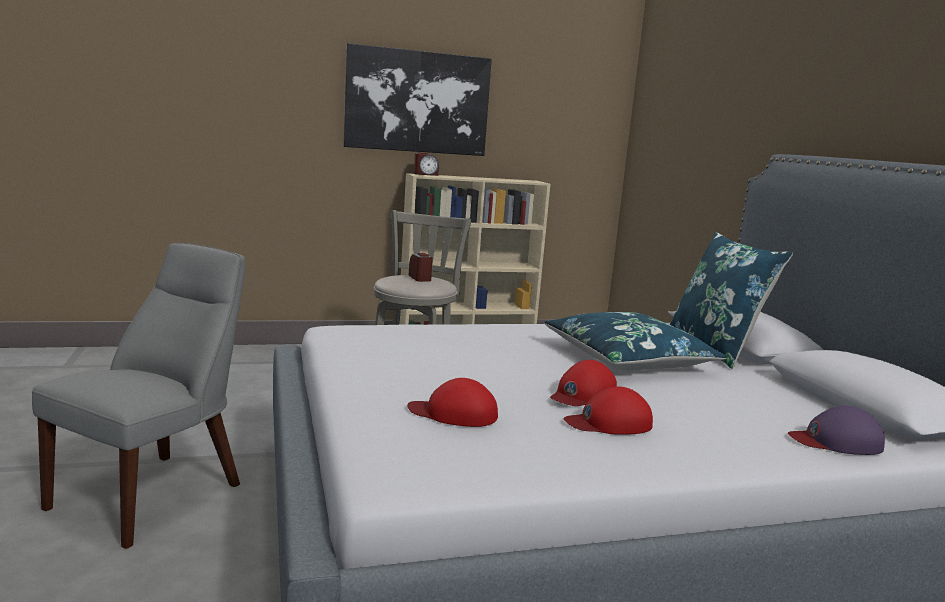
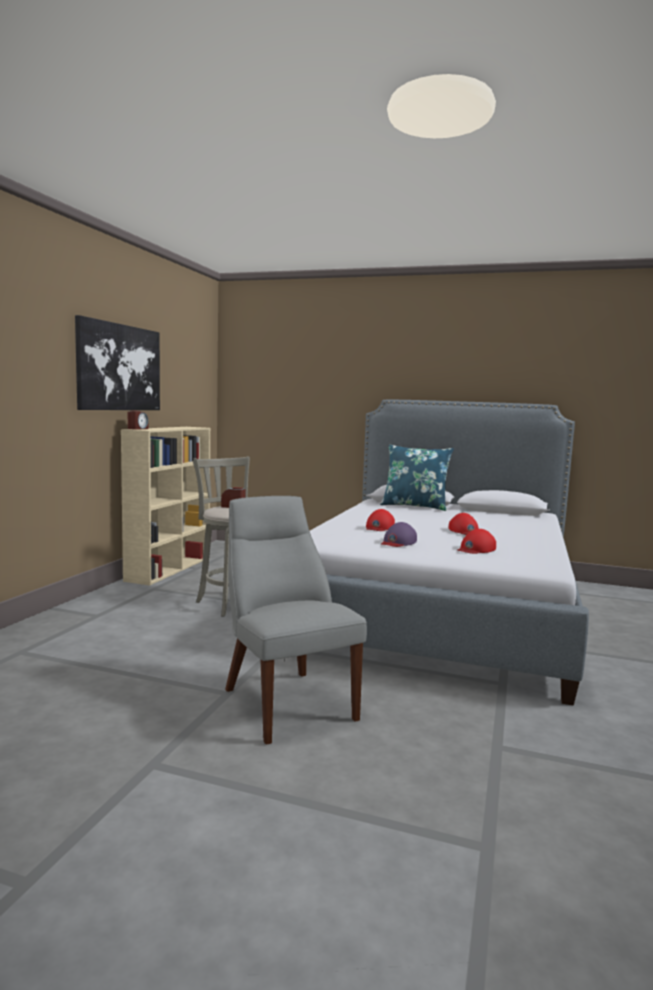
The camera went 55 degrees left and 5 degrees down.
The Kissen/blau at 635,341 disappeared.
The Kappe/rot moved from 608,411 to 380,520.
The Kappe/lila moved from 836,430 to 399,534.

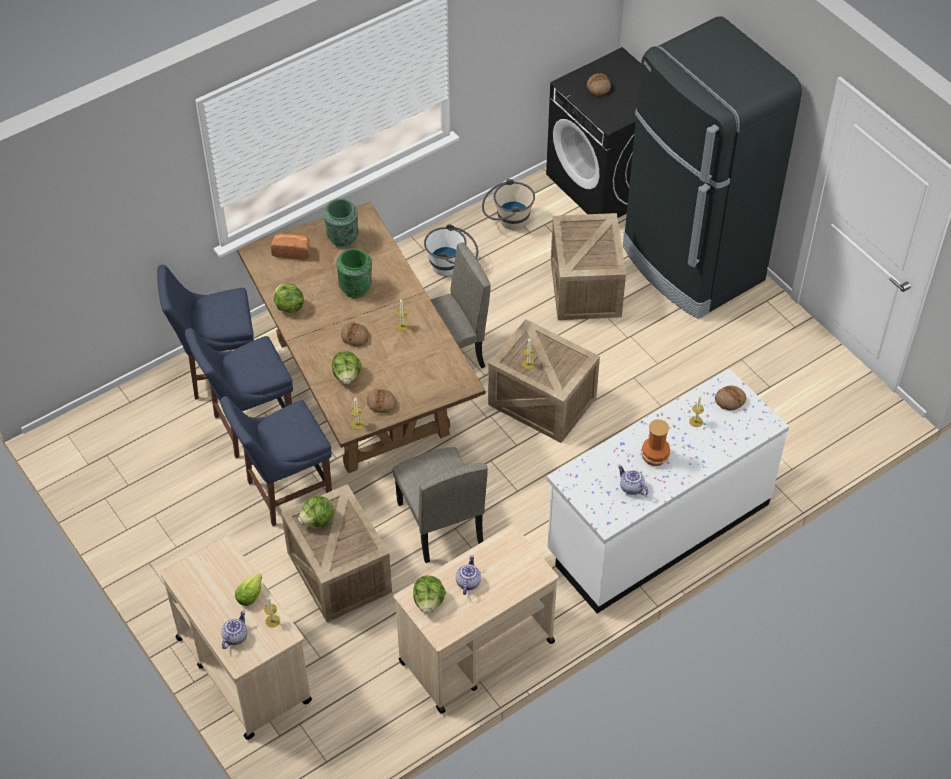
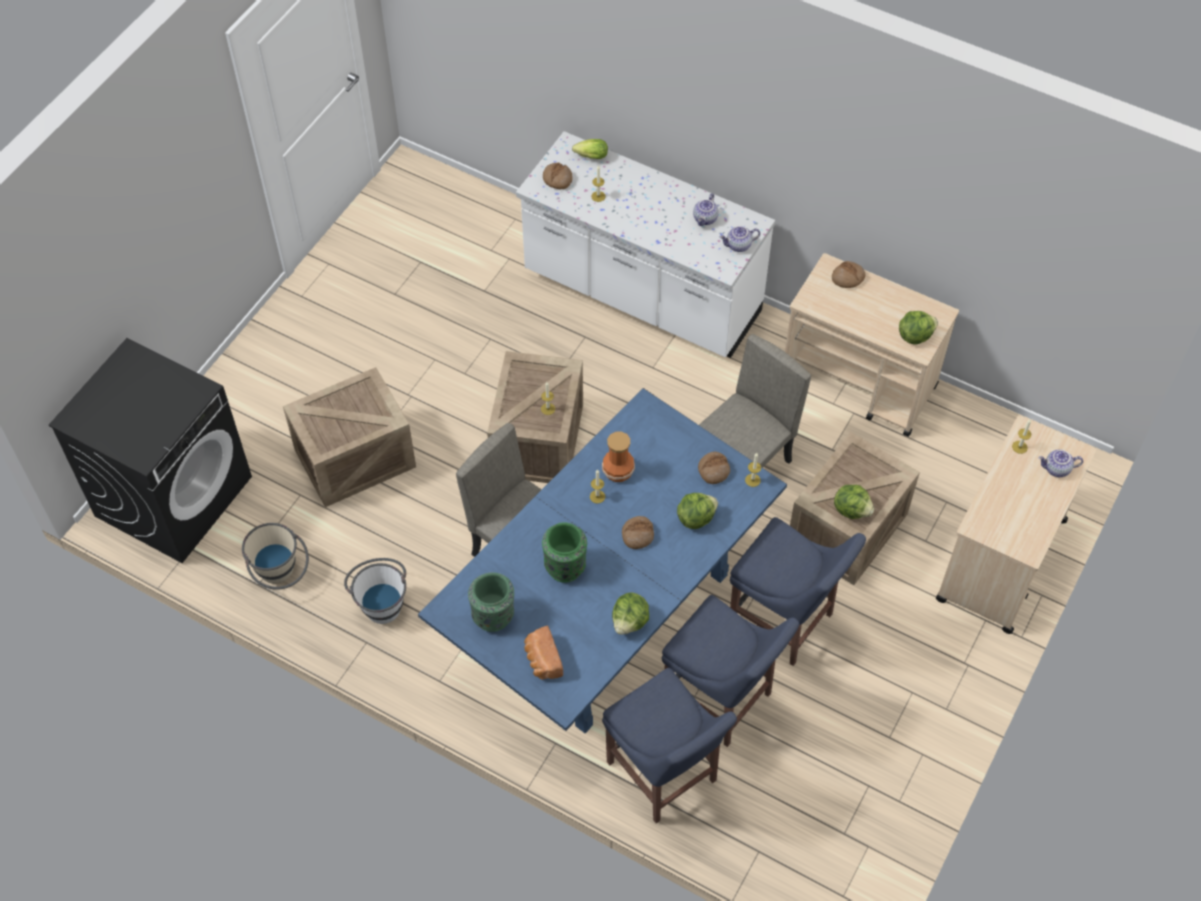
The camera went 115 degrees left and 5 degrees up.
The Kühlschrank/schwarz at 712,167 disappeared.
The Salatkopf moved from 248,589 to 590,149.
The Teekanne moved from 468,575 to 739,239.
The Brot moved from 599,84 to 848,274.
The Vase moved from 656,442 to 618,457.
The Esstisch/braun at 361,337 became the Esstisch/blau at 602,560.

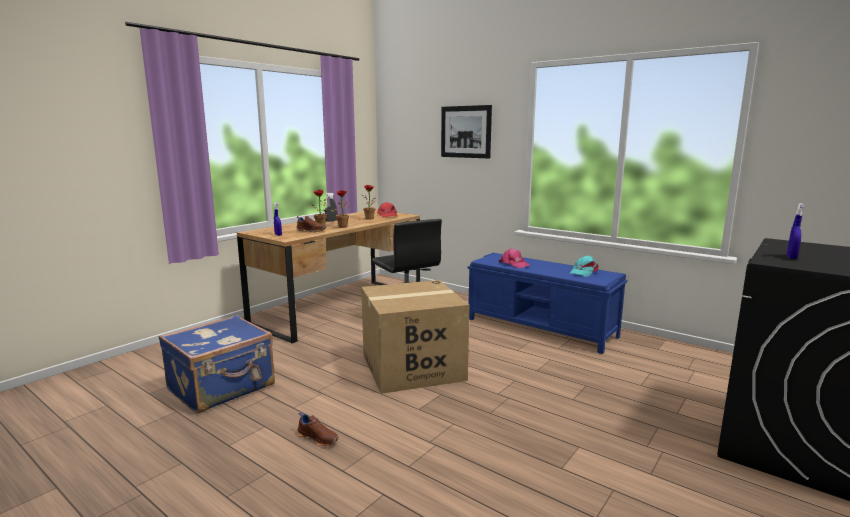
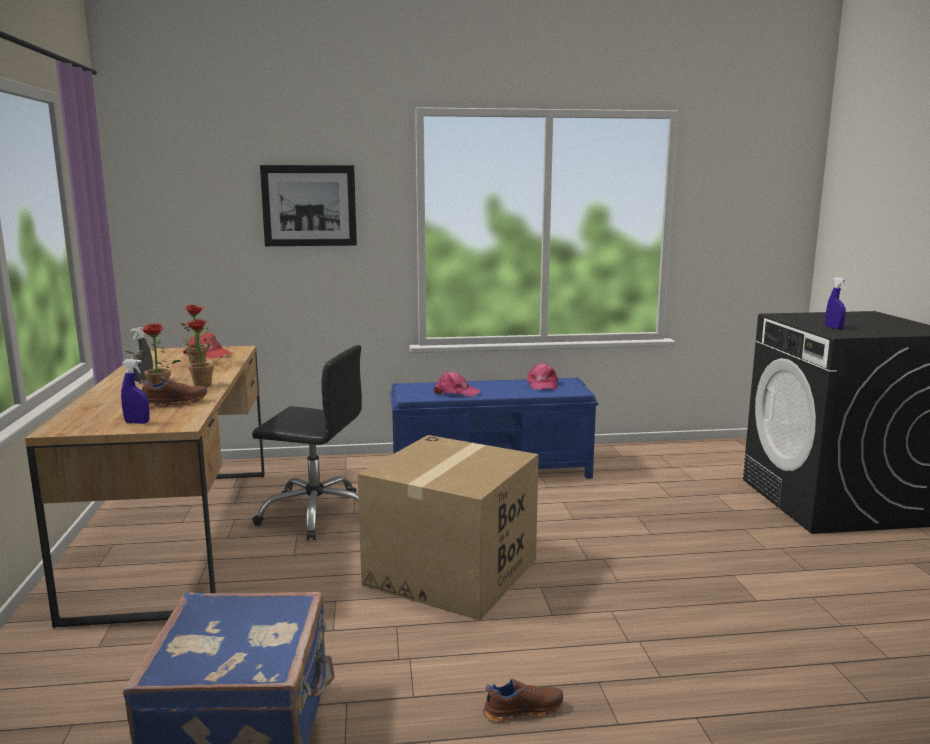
The camera went 45 degrees left and 0 degrees up.
The Kappe/türkis at 584,266 became the Kappe/rosa at 542,376.

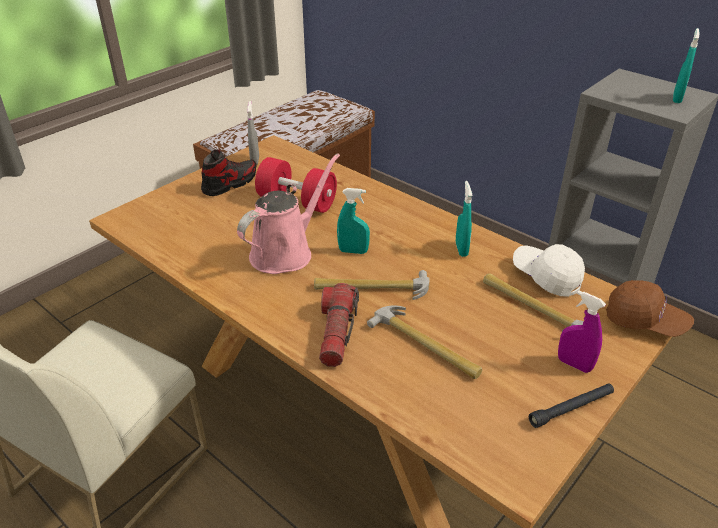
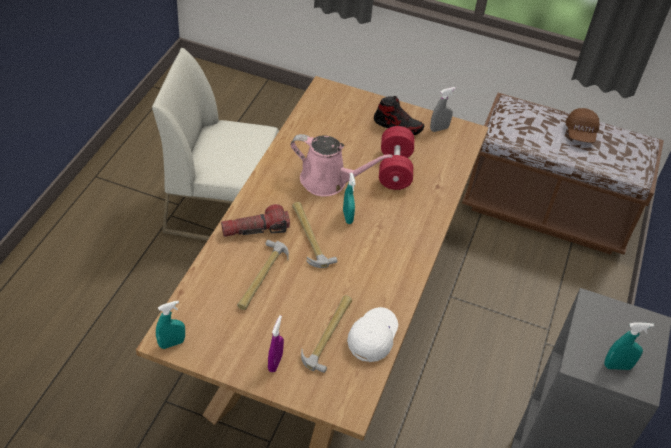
The camera went 65 degrees right and 10 degrees up.
The Taschenlampe/schwarz at 571,405 disappeared.
The Sprühflasche/türkis moved from 464,219 to 170,325.
The Kappe/braun moved from 650,308 to 582,125.

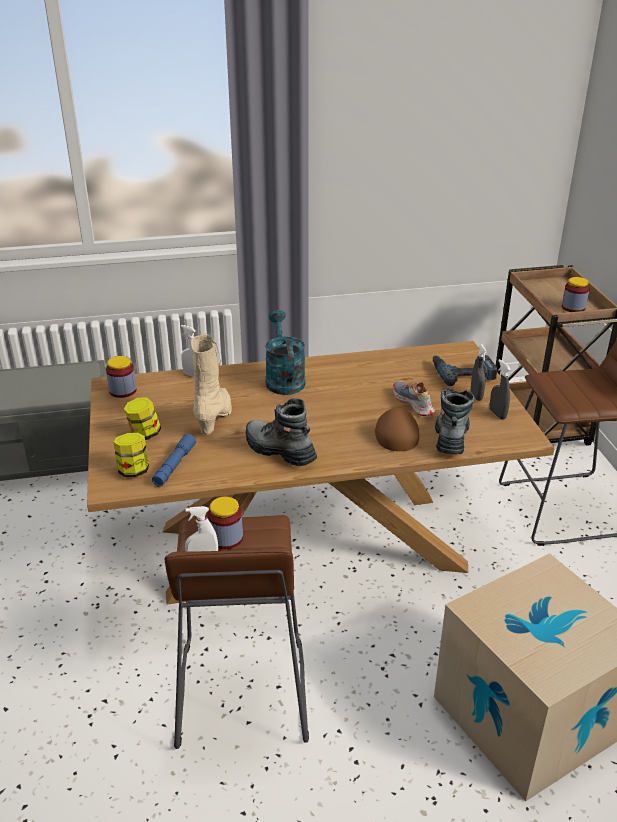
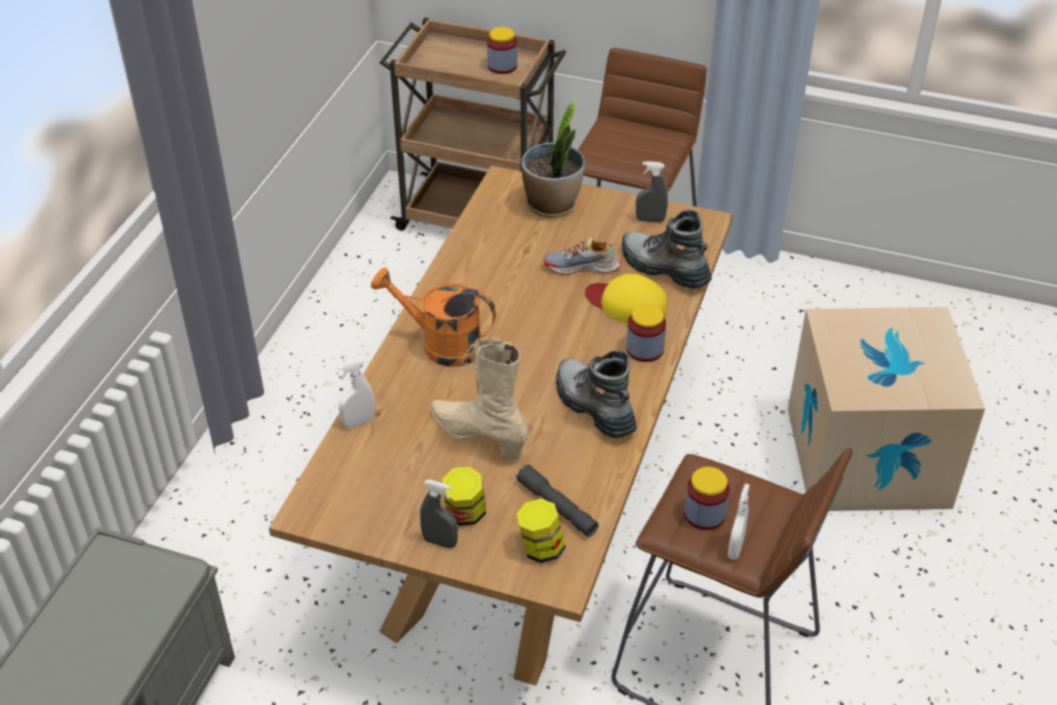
The camera went 60 degrees left and 10 degrees up.
The Vorratsglas moved from 121,377 to 646,333.
The Sprühflasche/grau moved from 479,372 to 439,514.
The Bohrmaschine at 465,370 was replaced by the Topfpflanze at 553,158.
The Taschenlampe/blau at 174,460 became the Taschenlampe/grau at 557,501.
The Gießkanne/türkis at 285,352 became the Gießkanne/orange at 433,317.
The Kappe/braun at 397,429 became the Kappe/gelb at 626,298.
The Stiefel at 281,432 turned 75 degrees clockwise.

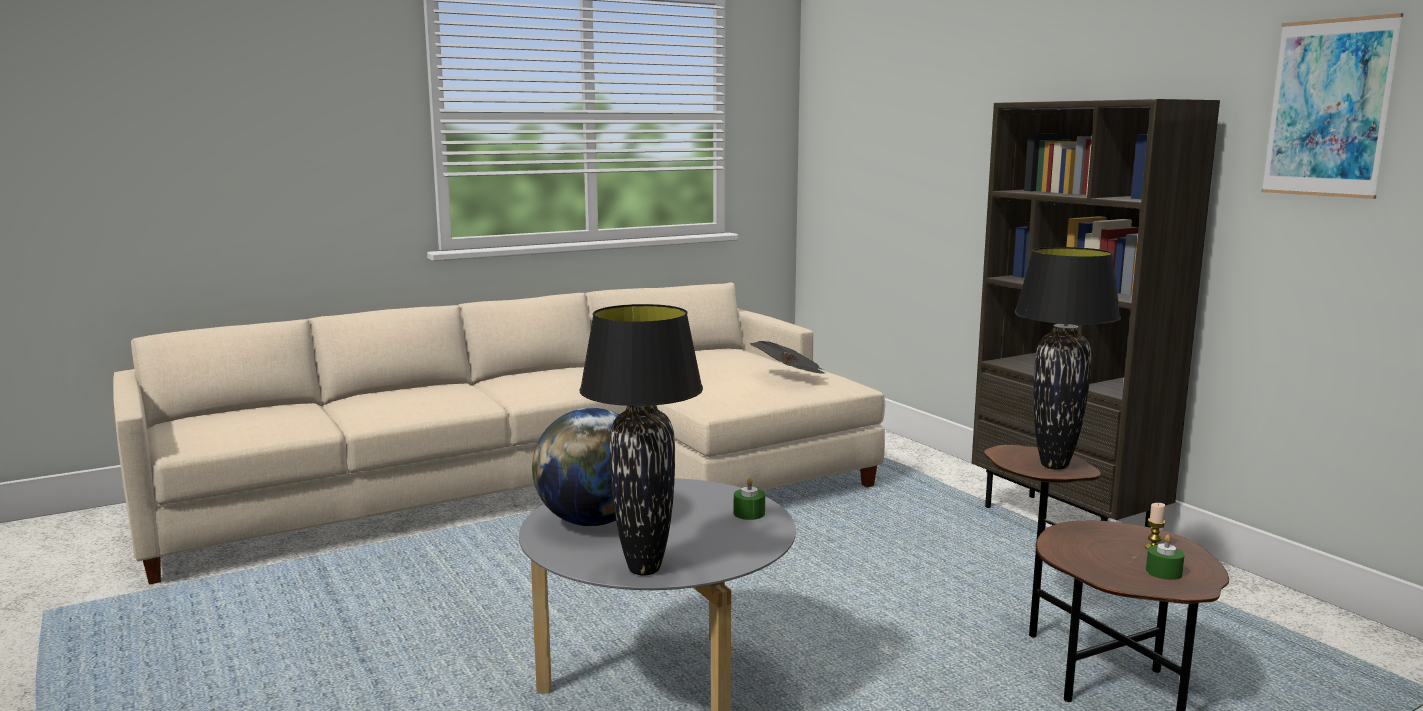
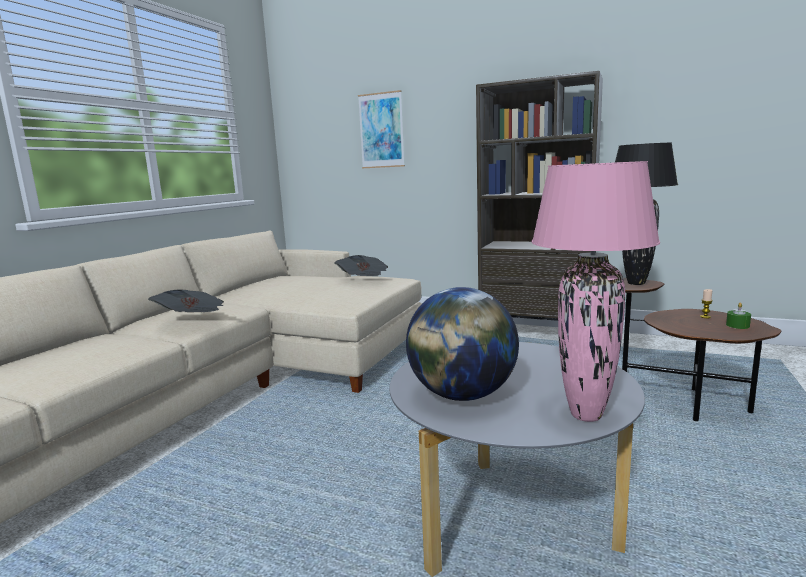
The camera went 35 degrees left and 0 degrees up.
The Kerze/grün at 749,499 disappeared.
The Zeitung at 186,301 appeared.
The Bild moved from 1332,106 to 381,129.
The Tischlampe/schwarz at 641,439 became the Tischlampe/rosa at 596,291.

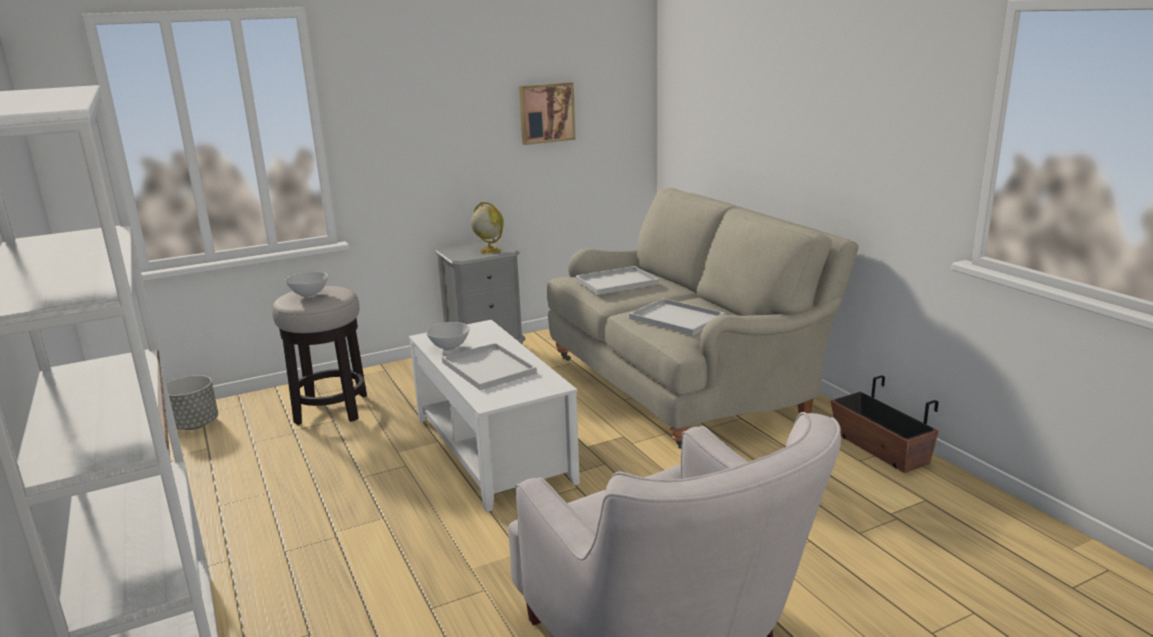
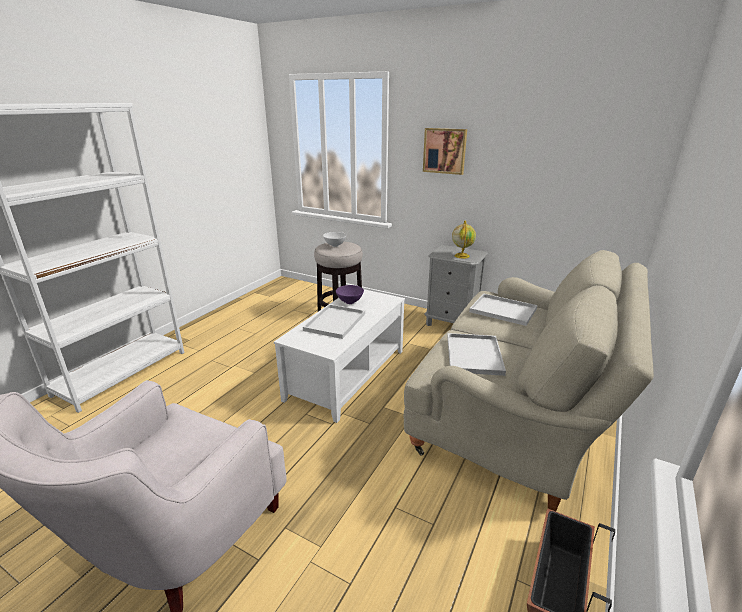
The camera went 55 degrees right and 5 degrees up.
The Pflanzkübel/grau at 192,402 disappeared.
The Bild moved from 547,113 to 445,151.
The Schüssel/weiß at 448,336 became the Schüssel/lila at 350,294.

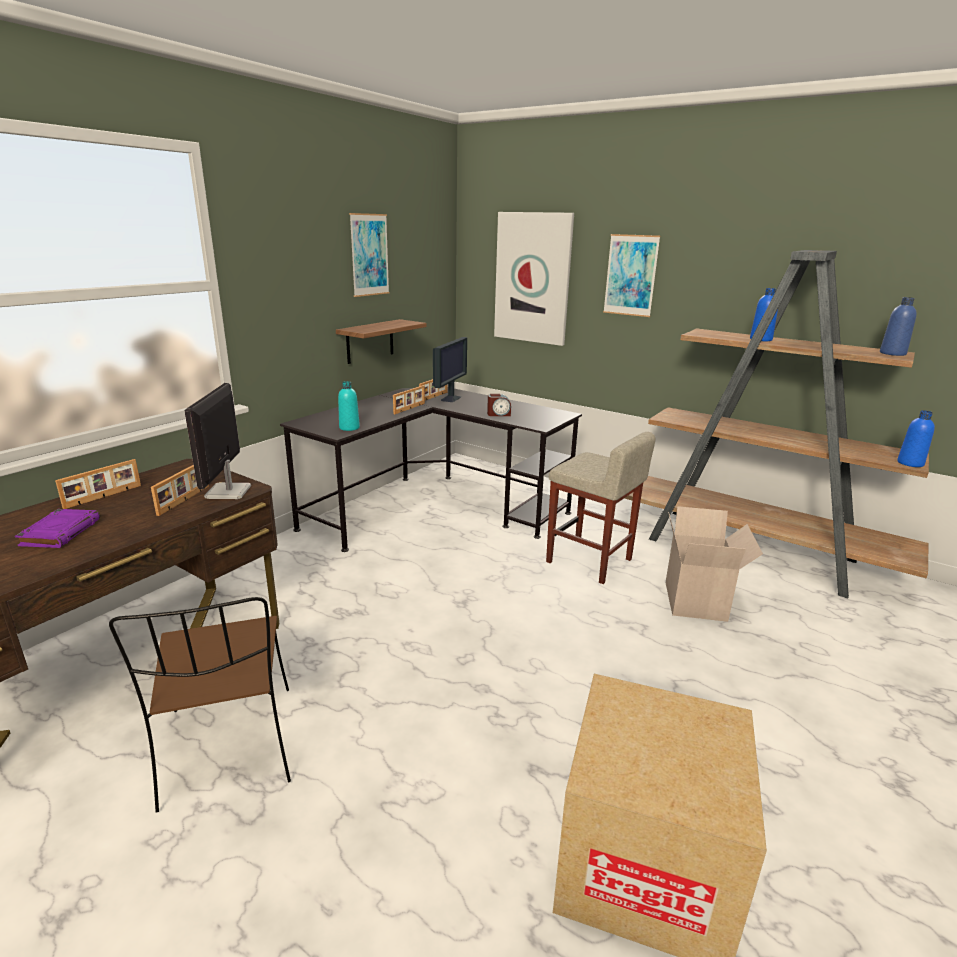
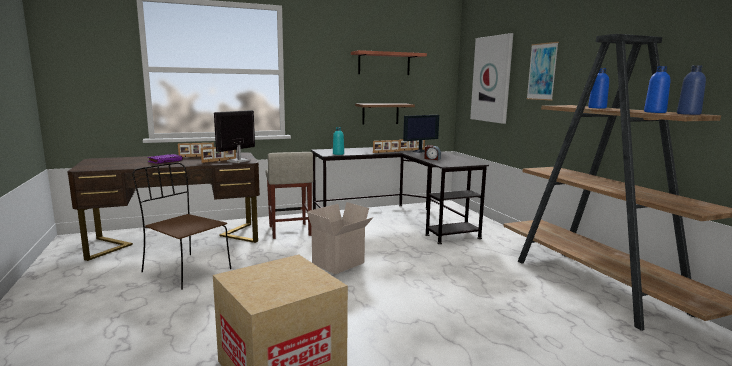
The camera went 35 degrees right and 10 degrees down.
The Hocker/beige moved from 600,508 to 289,195.
The Karton moved from 714,564 to 340,238.
The Flasche/blau moved from 916,438 to 657,89.
The Bild at 369,255 was replaced by the Wandregal at 389,62.
The Stuhl/braun at 200,705 turned 105 degrees clockwise.

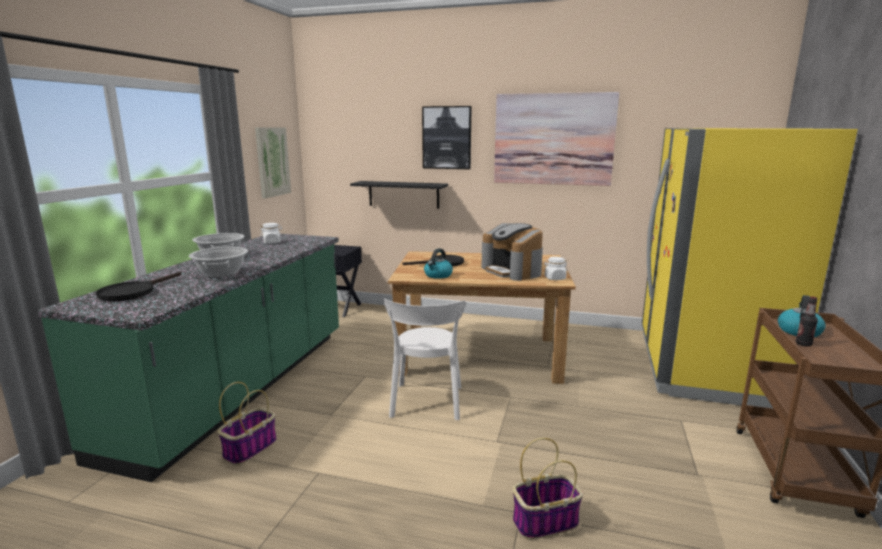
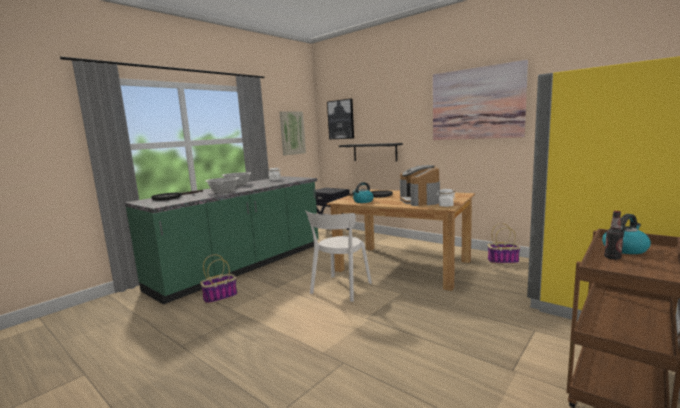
The camera went 25 degrees right and 5 degrees down.
The Bild moved from 447,137 to 340,119.
The Korb moved from 548,489 to 504,243.

